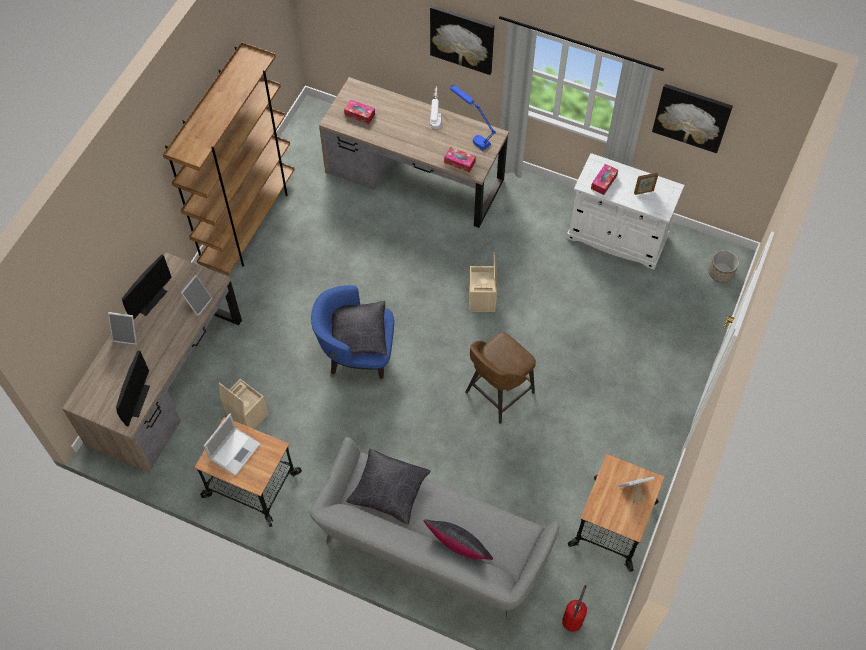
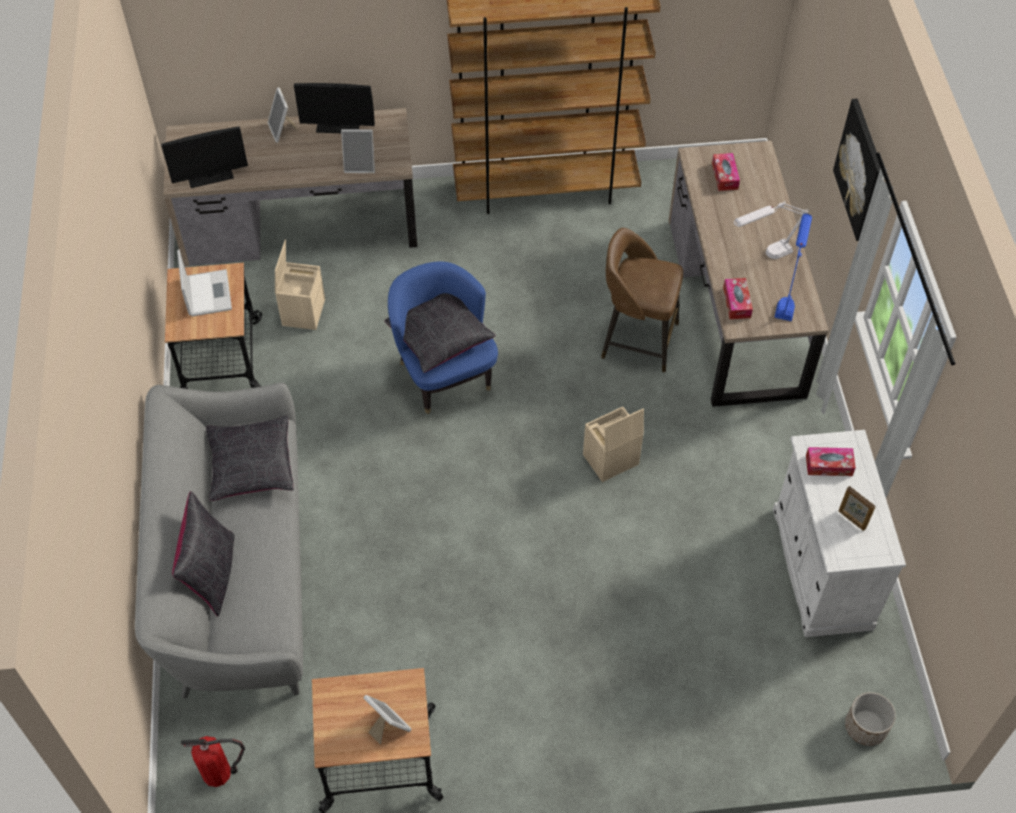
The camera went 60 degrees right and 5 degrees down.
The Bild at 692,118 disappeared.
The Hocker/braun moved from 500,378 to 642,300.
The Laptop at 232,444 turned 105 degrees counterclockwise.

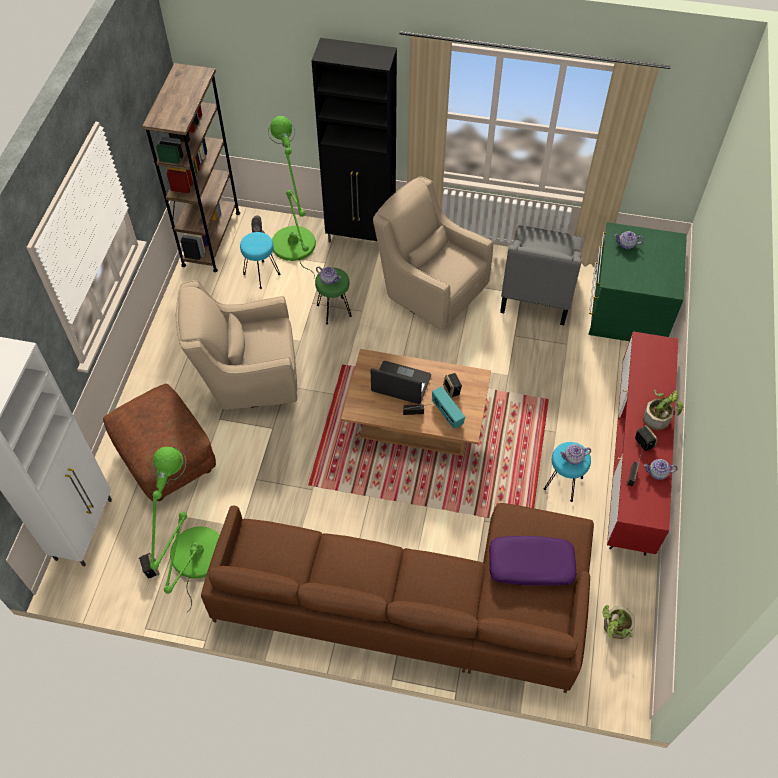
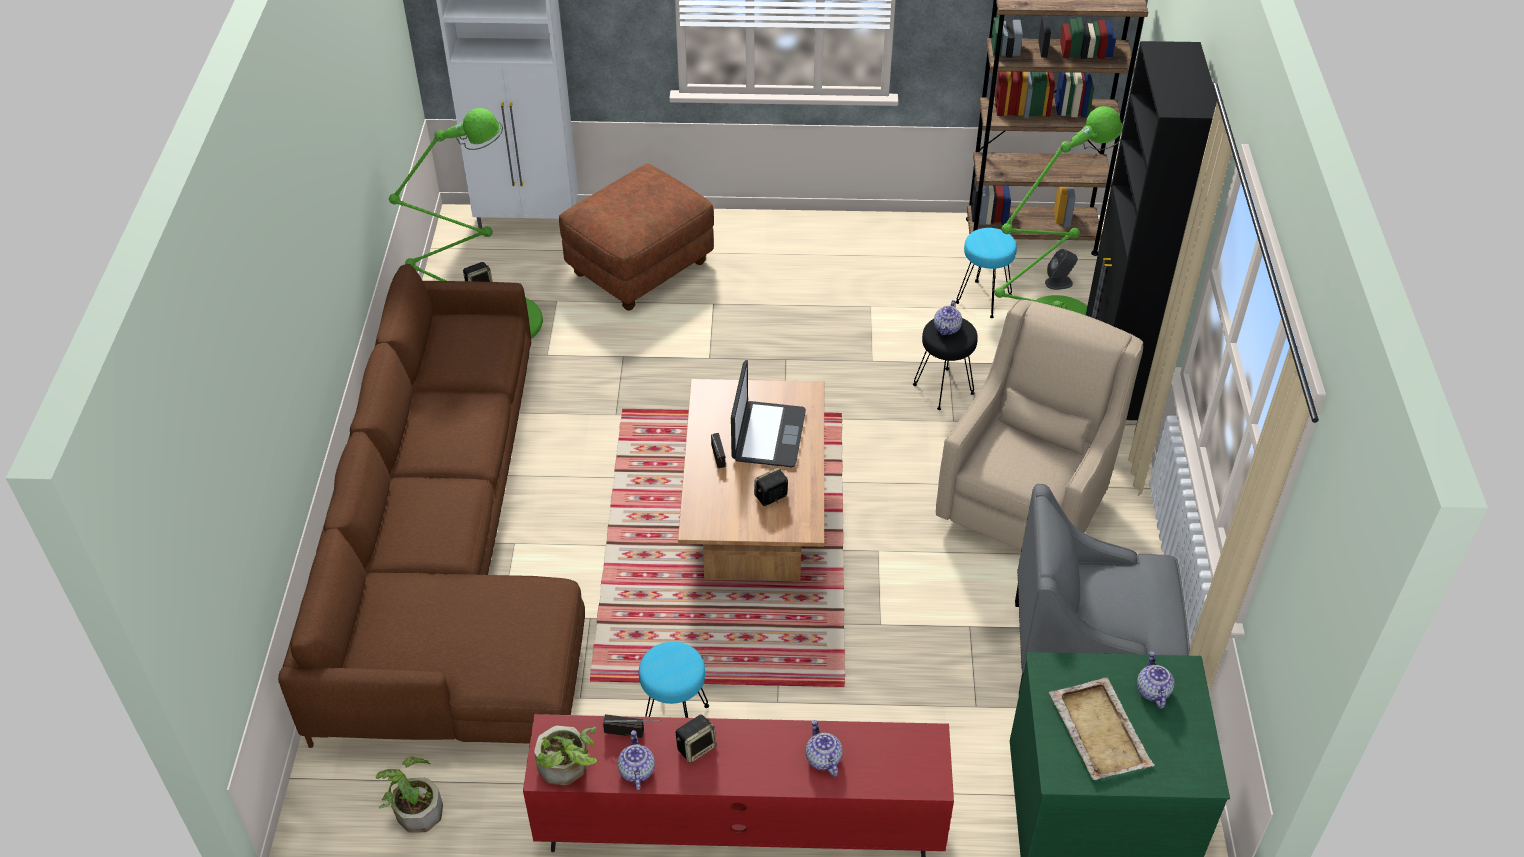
The camera went 80 degrees right and 10 degrees down.
The Sessel/beige at 236,345 disappeared.
The Radio at 448,407 disappeared.
The Kissen/lila at 533,560 disappeared.
The Tablett/beige at 1102,729 appeared.
The Teekanne moved from 575,454 to 824,748.
The Topfpflanze moved from 663,410 to 565,755.
The Hocker/grün at 333,296 became the Hocker/schwarz at 945,364.

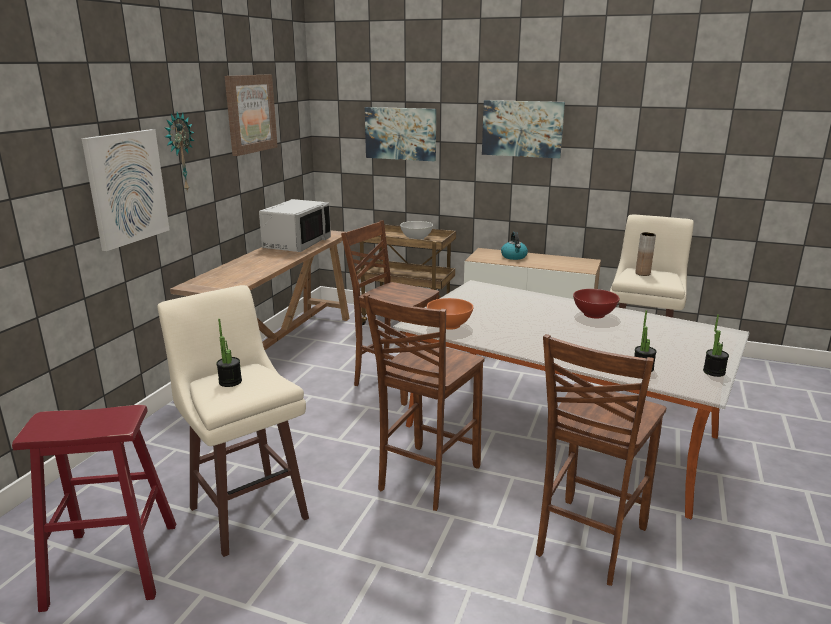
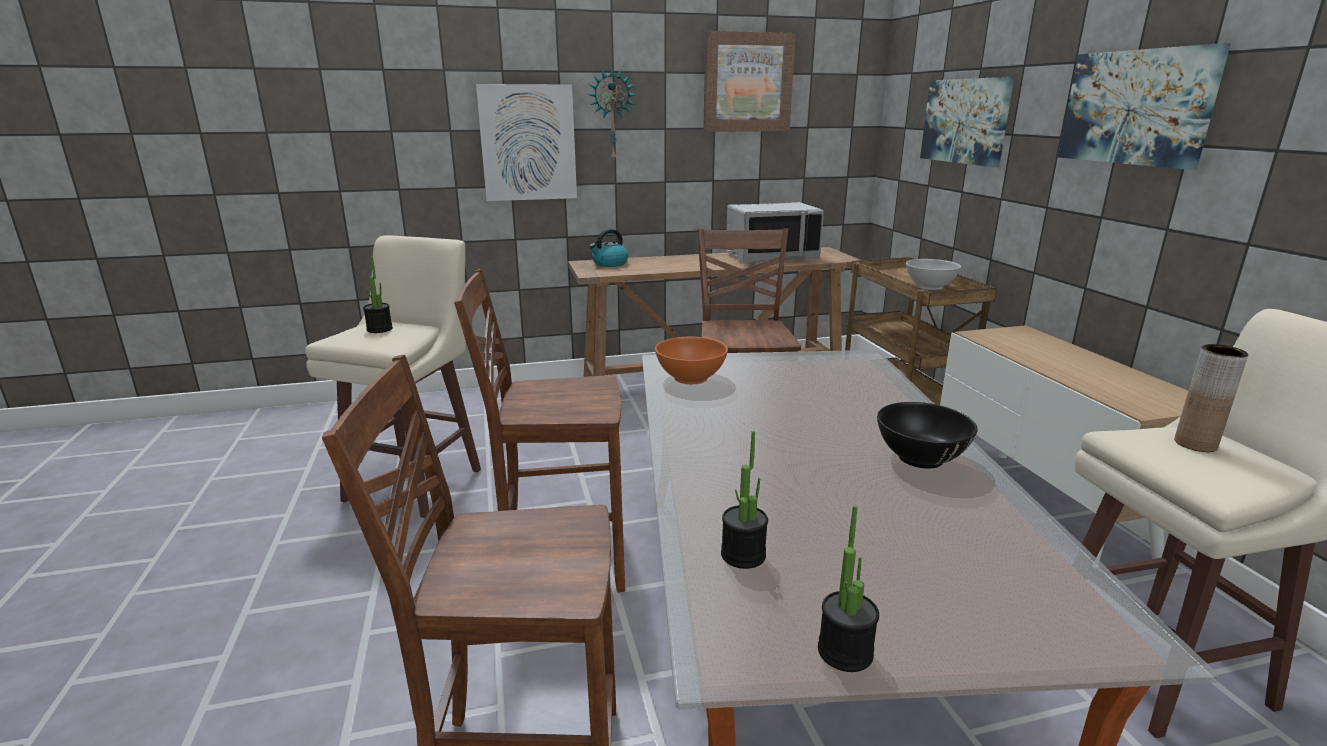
The camera went 55 degrees right and 0 degrees up.
The Hocker/rot at 94,508 disappeared.
The Wasserkessel moved from 514,246 to 609,248.
The Schüssel/rot at 596,304 became the Schüssel/schwarz at 927,435.

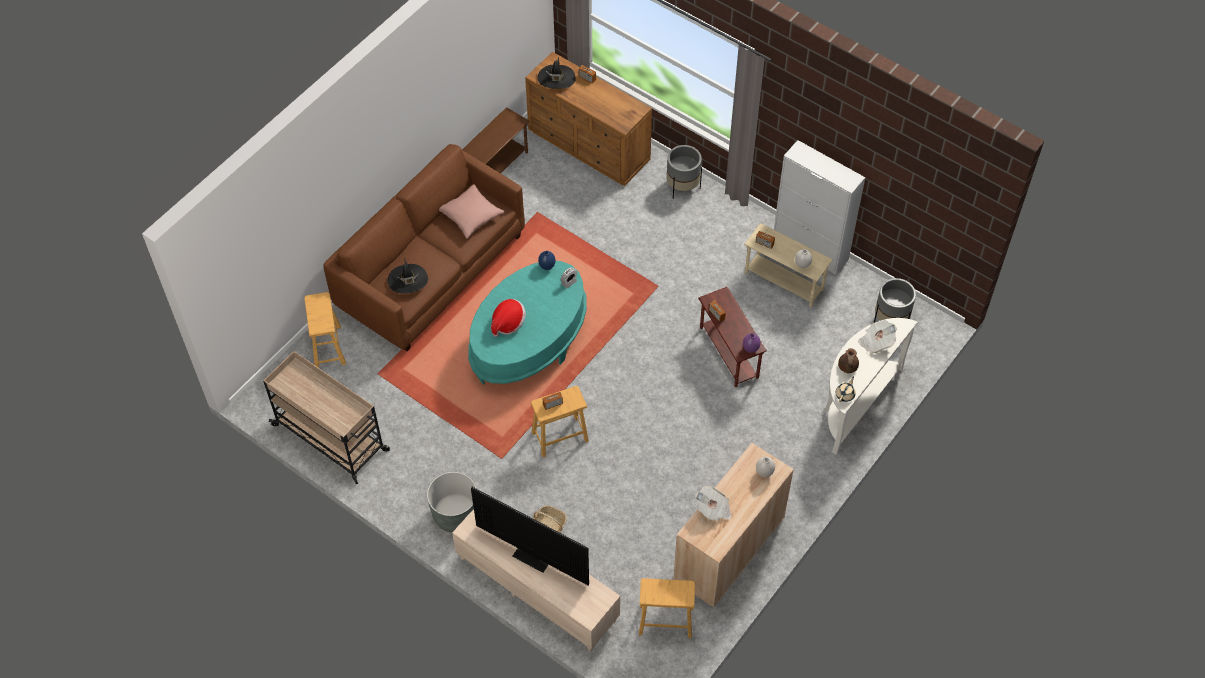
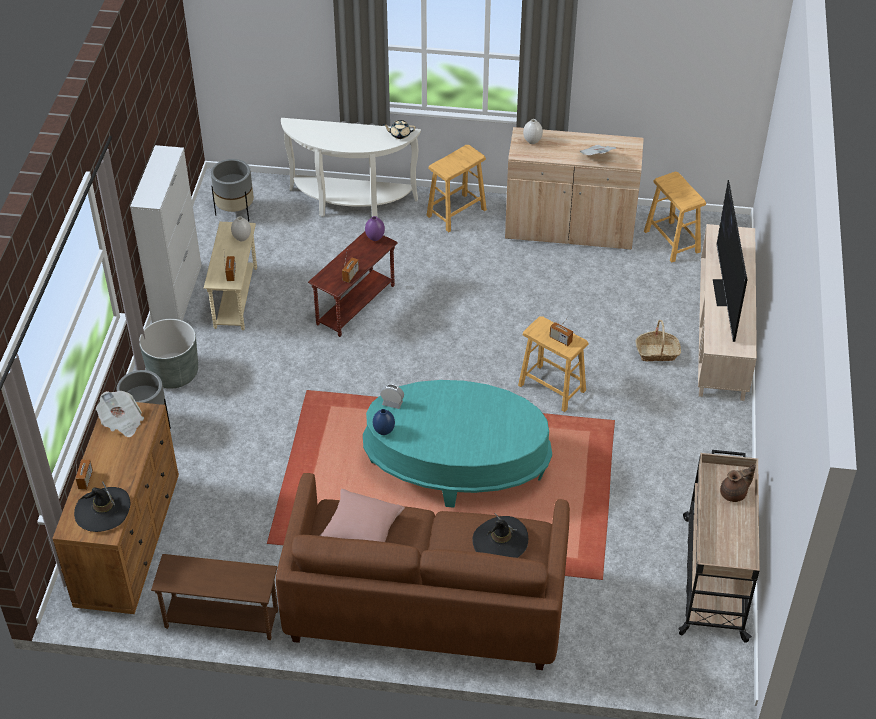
The camera went 120 degrees left and 10 degrees down.
The Hut at 508,318 disappeared.
The Hocker/braun moved from 325,330 to 456,188.
The Pflanzkübel/grau moved from 452,502 to 168,354.
The Teekanne/braun moved from 848,361 to 738,483.
The Zeitung moved from 877,337 to 120,414.

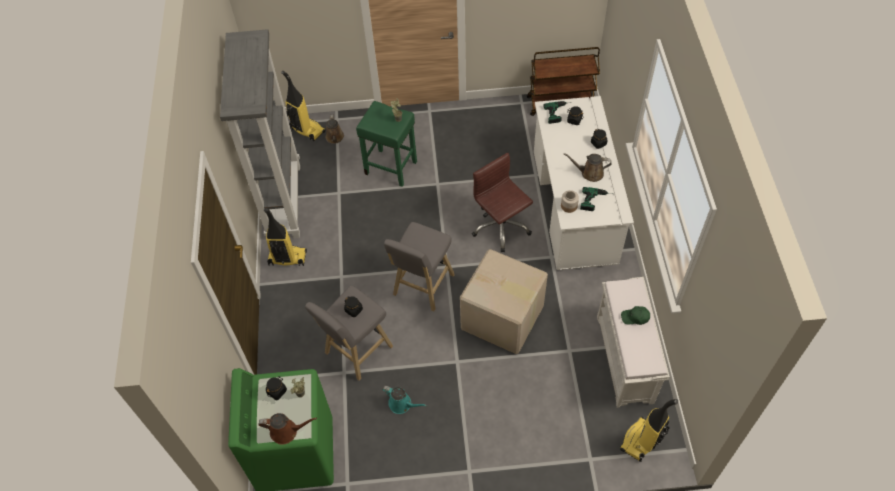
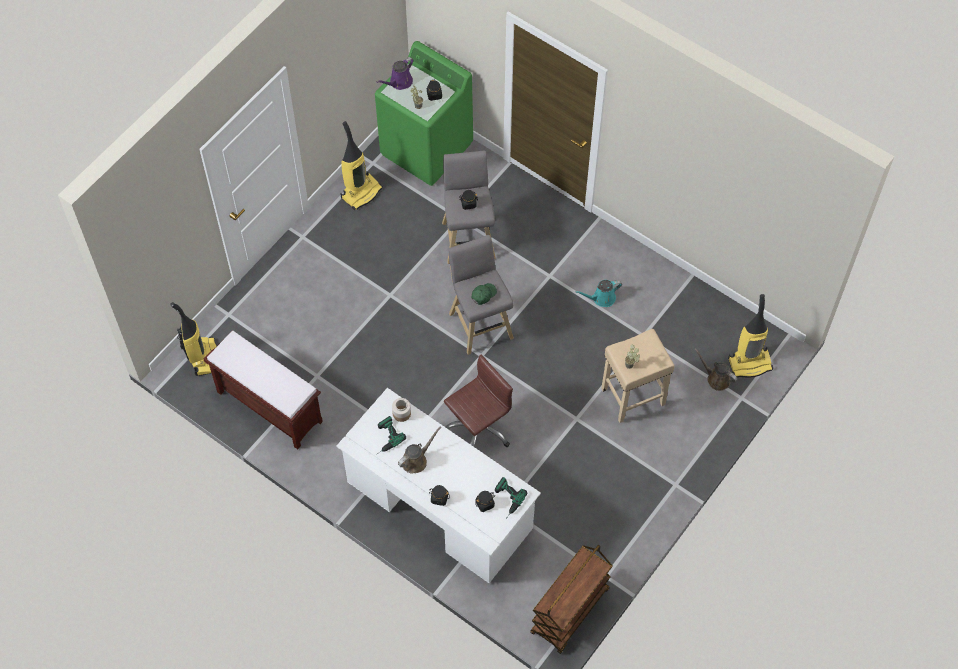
The camera went 130 degrees right and 5 degrees up.
The Bücherregal/grau at 260,133 disappeared.
The Karton at 504,301 disappeared.
The Staubsauger moved from 285,237 to 361,165.
The Gießkanne/türkis moved from 404,400 to 598,293.
The Kappe/grün moved from 635,315 to 484,294.
The Gießkanne/braun at 287,429 became the Gießkanne/lila at 395,73.
The Hocker/grün at 386,144 became the Hocker/beige at 638,376.
The Bank/weiß at 633,342 became the Bank/braun at 263,389.
The Bürostuhl/braun at 502,202 turned 45 degrees counterclockwise.

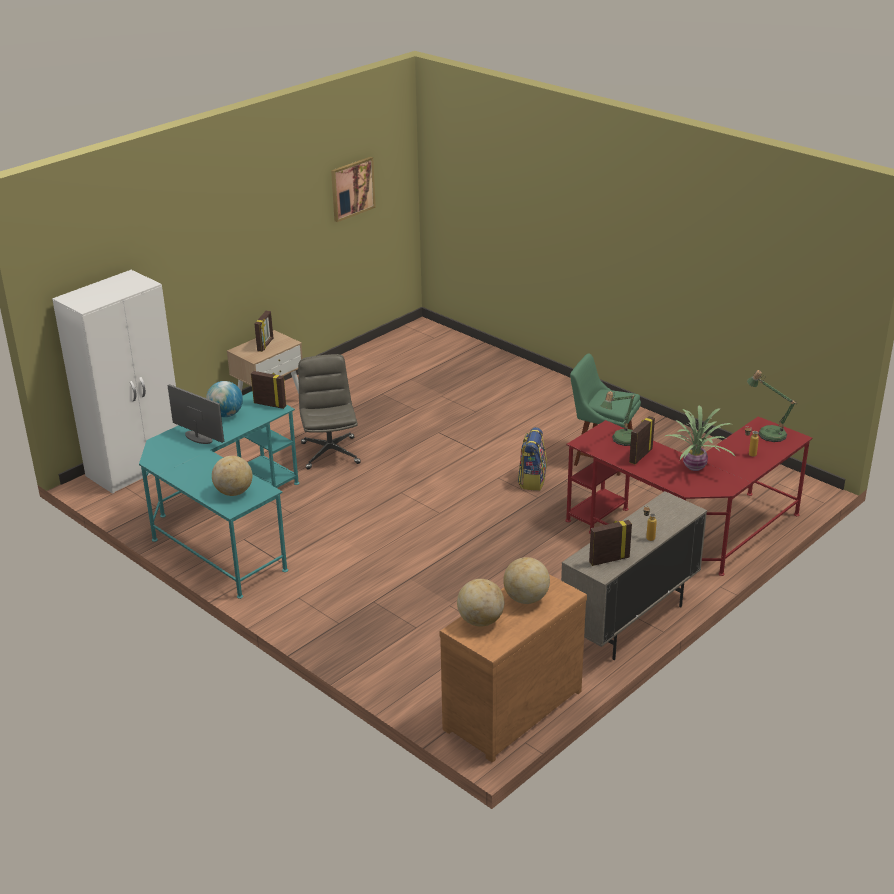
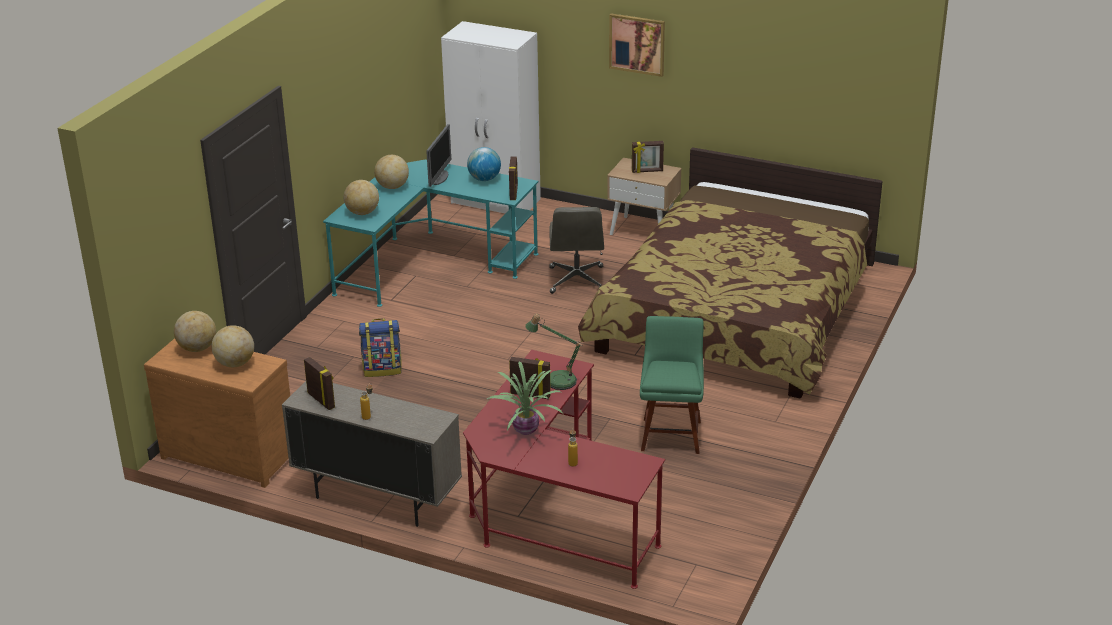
The camera went 70 degrees right and 0 degrees up.
The Tischlampe at 772,406 disappeared.
The Globus at 391,172 appeared.
The Bett at 730,272 appeared.
The Bild moved from 353,189 to 637,45.
The Rucksack moved from 532,459 to 380,347.
The Bürostuhl/grau at 329,412 turned 120 degrees clockwise.

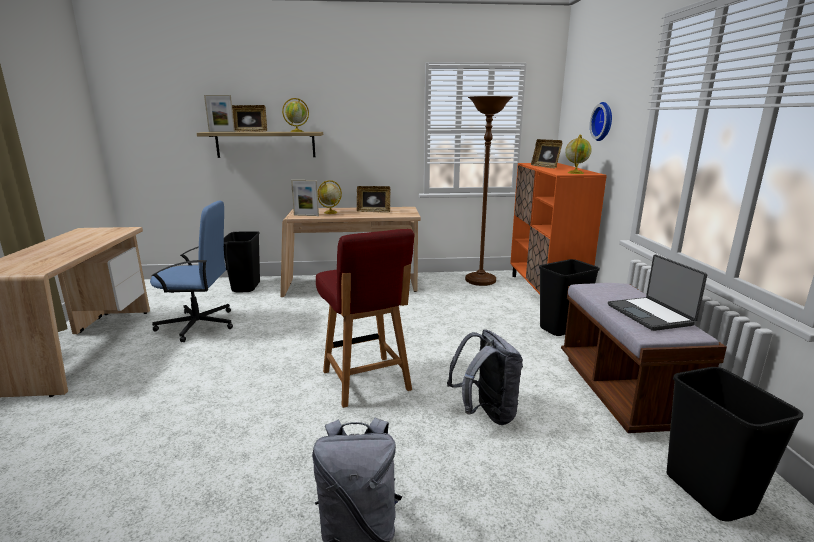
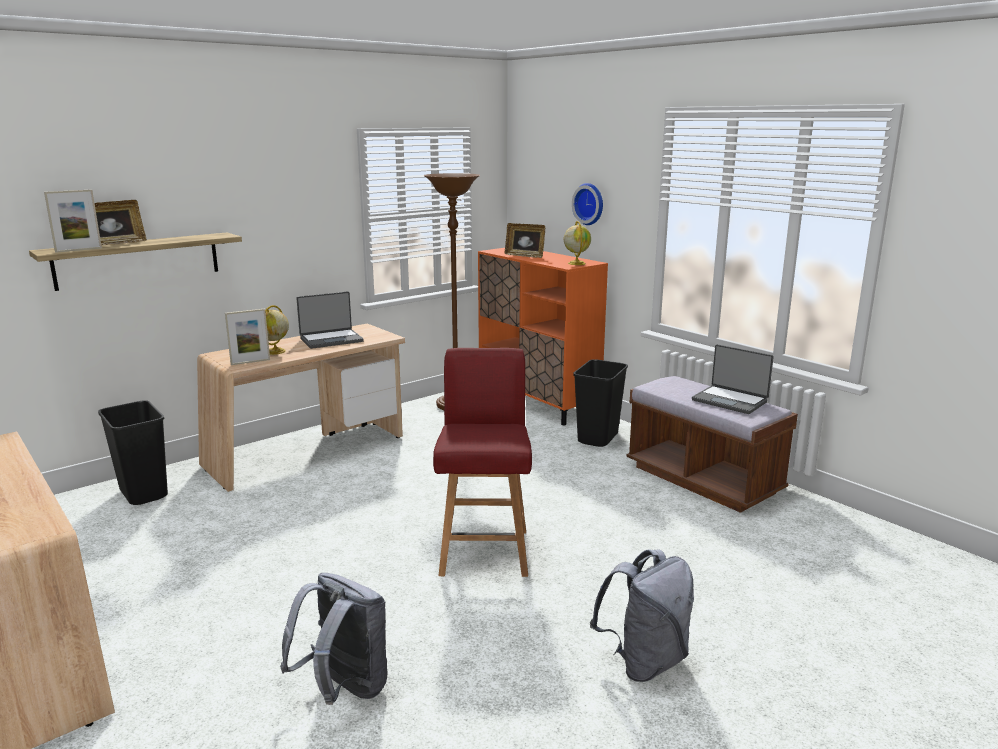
The camera went 35 degrees left and 0 degrees up.
The Bürostuhl/blau at 191,271 disappeared.
The Globus at 295,115 disappeared.
The Mülleimer/schwarz at 735,444 disappeared.
The Rucksack/grau moved from 485,377 to 333,639.
The Bilderrahmen at 373,199 was replaced by the Laptop at 330,320.
The Stuhl/rot at 365,318 turned 120 degrees counterclockwise.

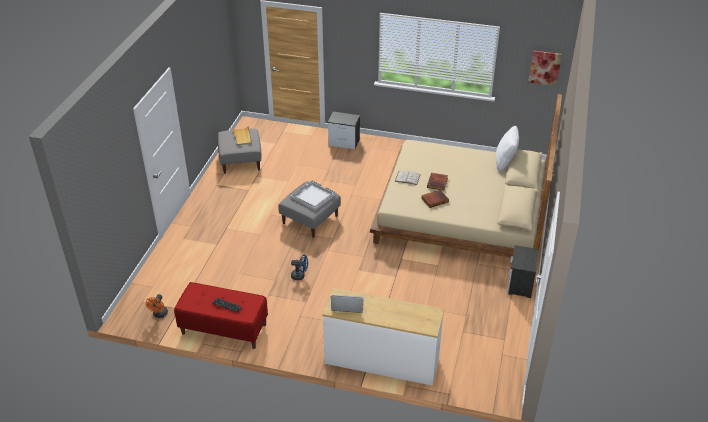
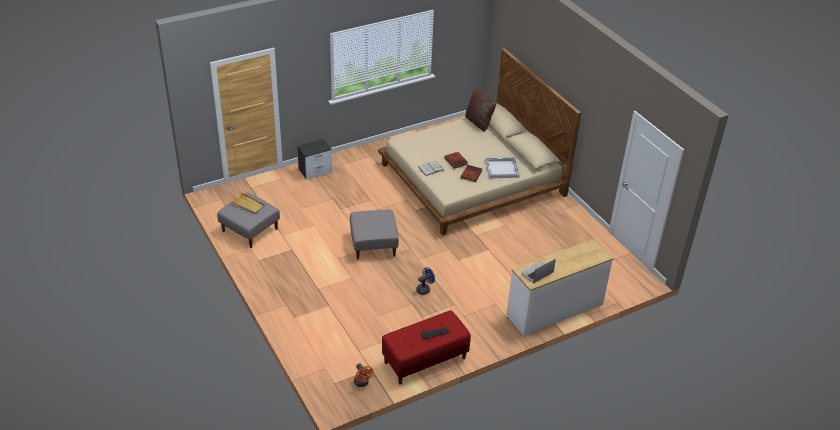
The camera went 45 degrees left and 0 degrees up.
The Nachttisch at 523,271 disappeared.
The Bild at 545,68 disappeared.
The Tablett/weiß moved from 313,195 to 502,167.
The Kissen/weiß at 507,148 became the Kissen/braun at 480,110.

